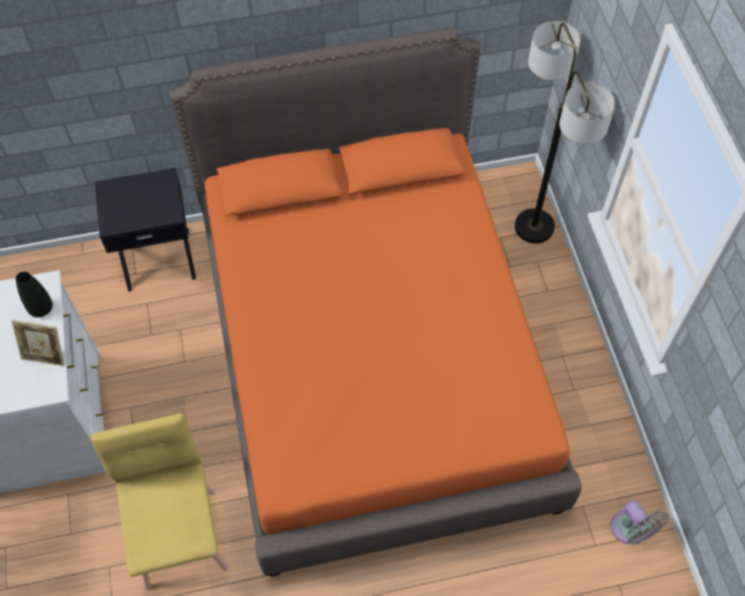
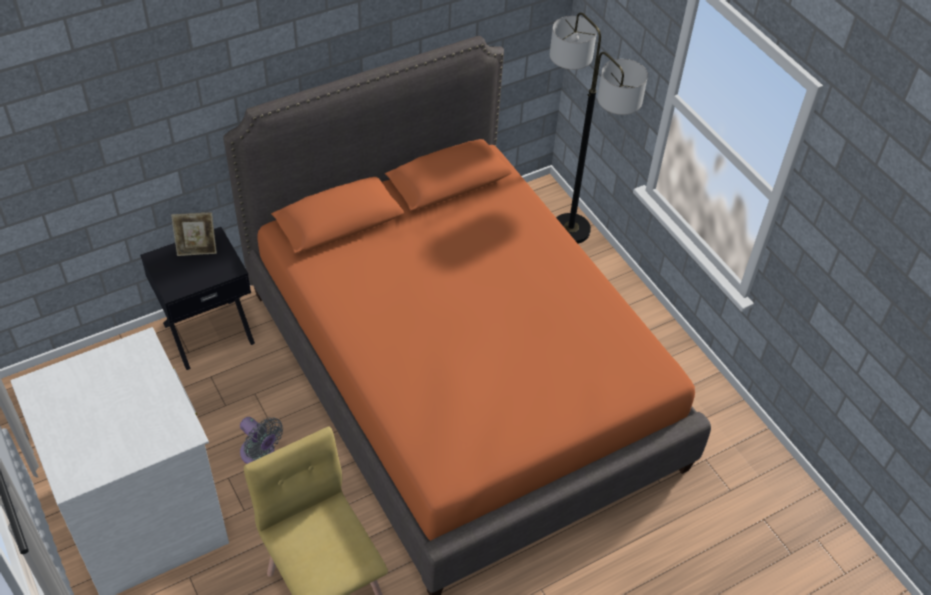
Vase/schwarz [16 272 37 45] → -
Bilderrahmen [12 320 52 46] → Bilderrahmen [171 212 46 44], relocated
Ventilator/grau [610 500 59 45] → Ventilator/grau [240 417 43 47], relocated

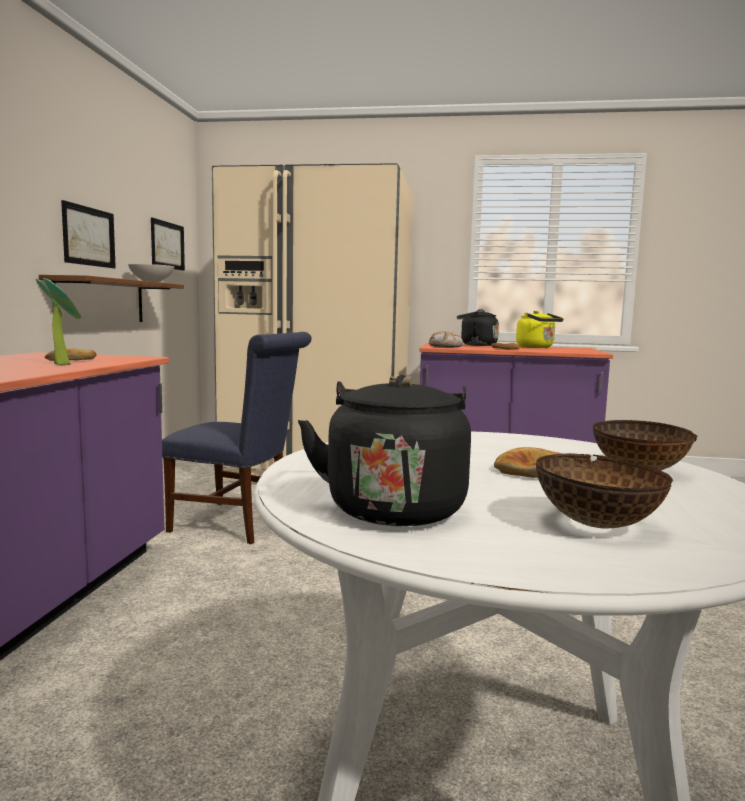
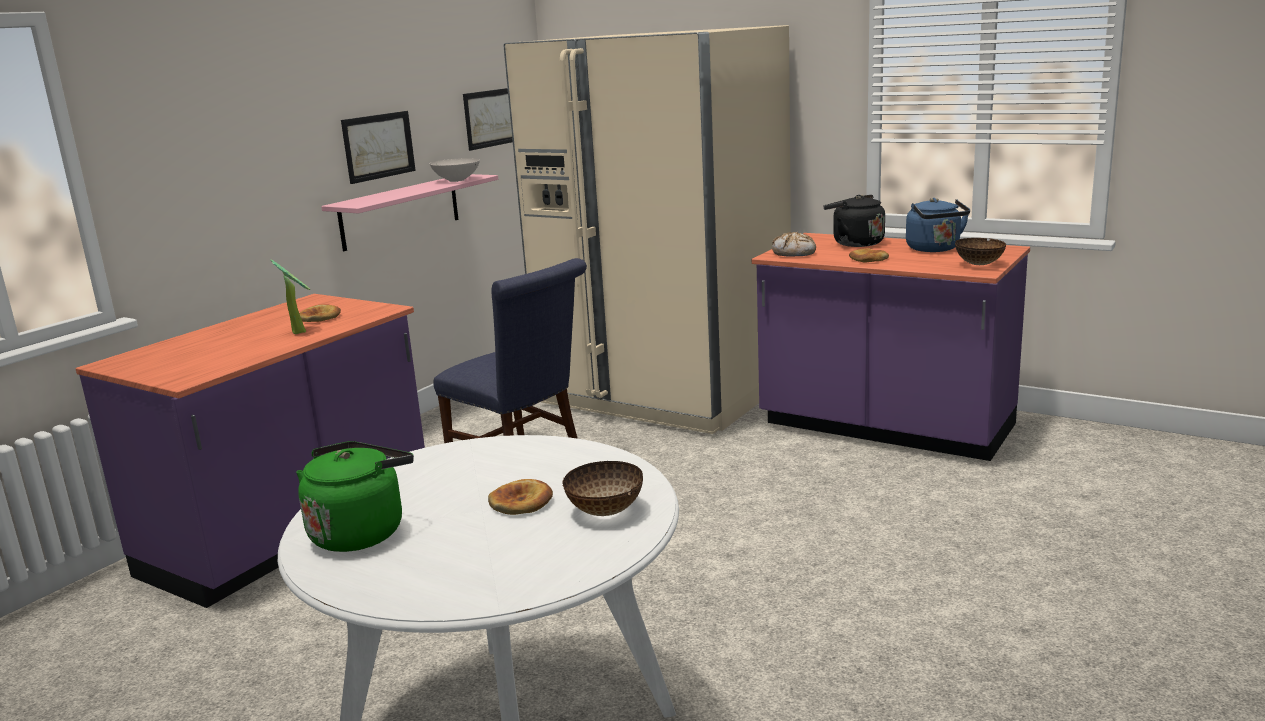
Schüssel [536 453 137 75] → Schüssel [955 238 51 27], relocated
Wandregal/braun [39 275 145 47] → Wandregal/rosa [321 174 177 77]
Wasserkessel/schwarz [298 375 173 151] → Wasserkessel/grün [296 441 118 111]
Wasserkessel/gelb [516 311 48 37] → Wasserkessel/blau [906 198 64 54]

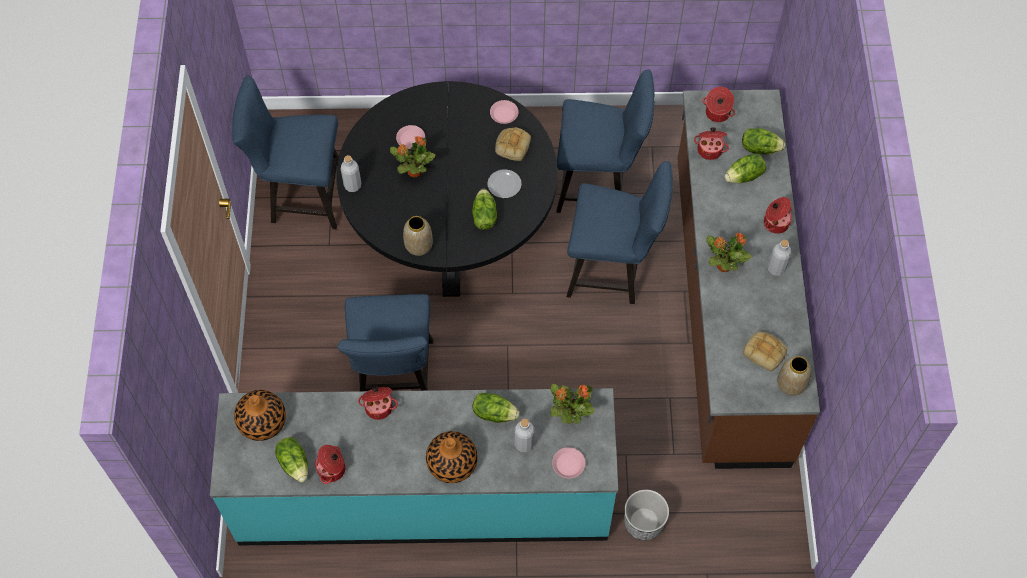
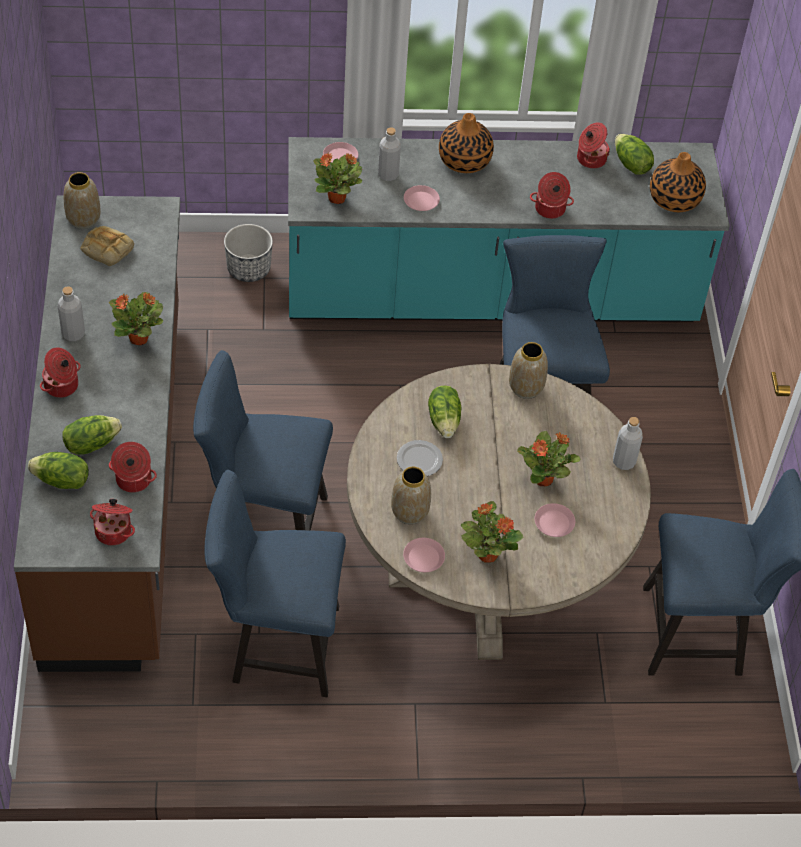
- → Topfpflanze [461 501 62 62]
Salatkopf [473 393 47 30] → Teller/rosa [404 185 36 26]
Brot [495 127 36 34] → Vase [391 467 40 57]
Esstisch/schwarz [336 81 222 216] → Esstisch/beige [347 364 304 296]

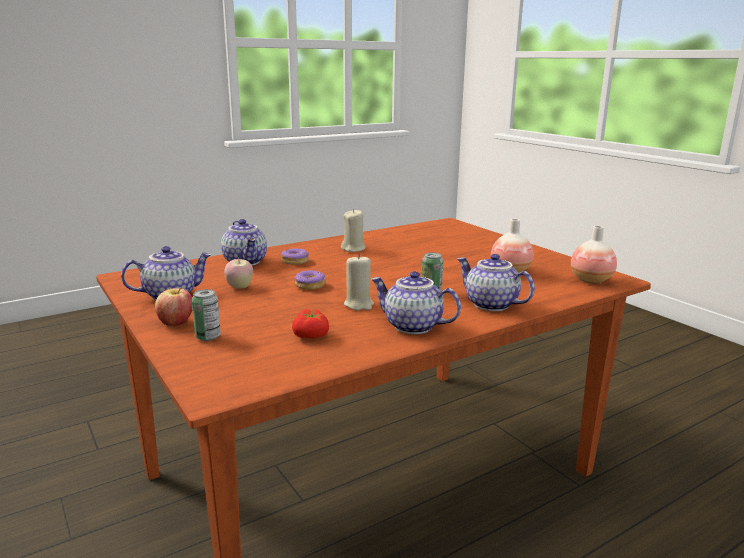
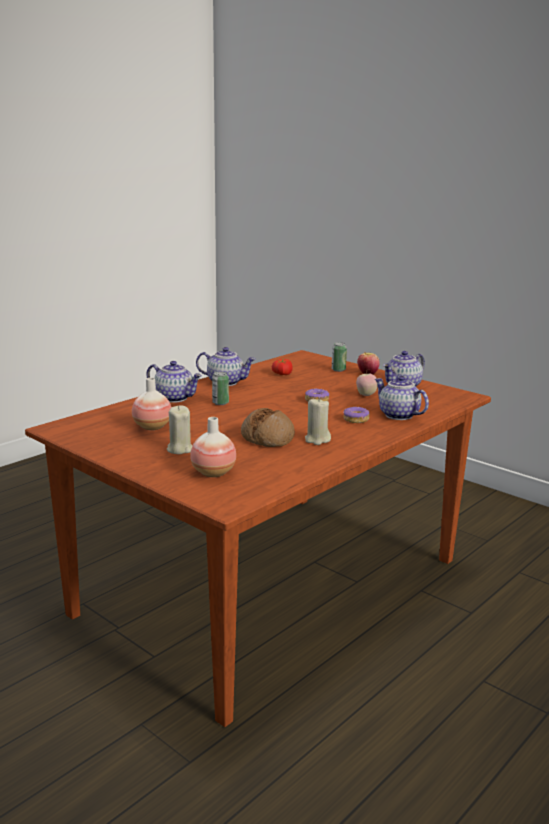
- → Brot [241 408 54 39]
Kerze/beige [344 254 30 56] → Kerze/beige [167 406 25 48], relocated
Vase [571 226 46 58] → Vase [190 417 46 60], relocated

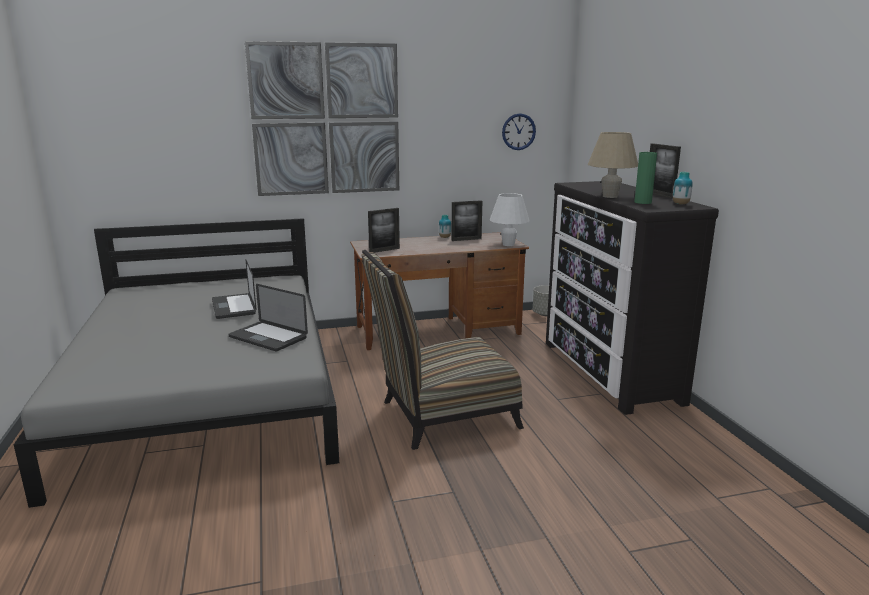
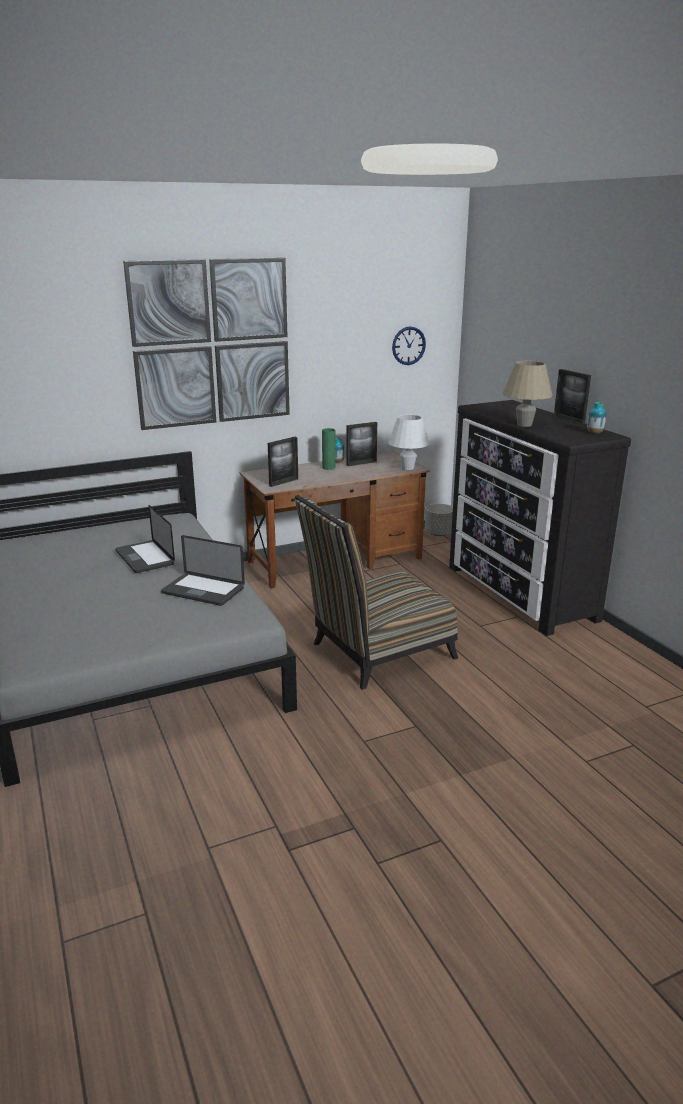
Vase/grün [634 152 23 52] → Vase/grün [322 428 14 42], relocated

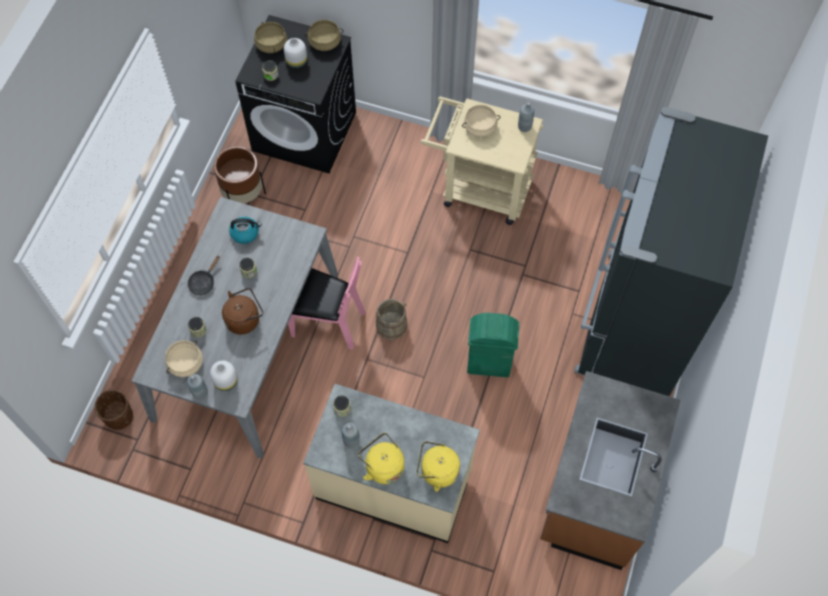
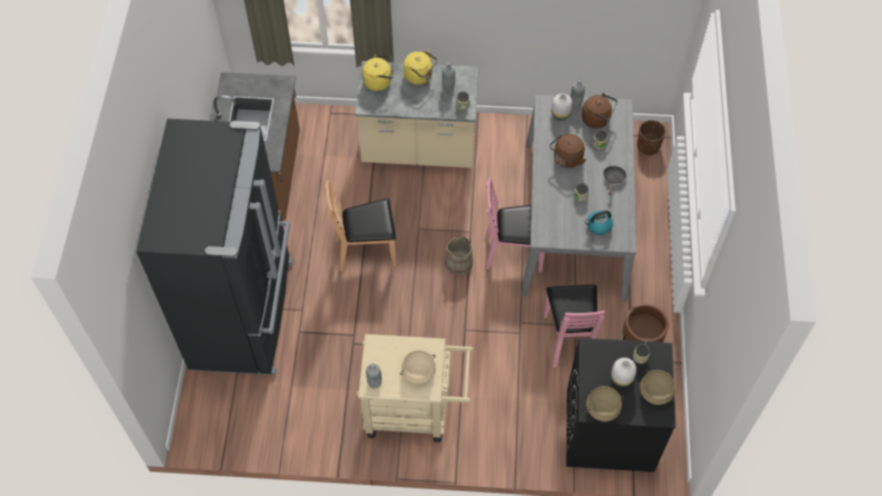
- → Stuhl/rosa [544 285 61 83]
Kochtopf/beige [165 340 38 37] → Wasserkessel/braun [582 93 35 36]
Mülleimer/grün [467 313 52 64] → Stuhl/braun [325 180 71 91]

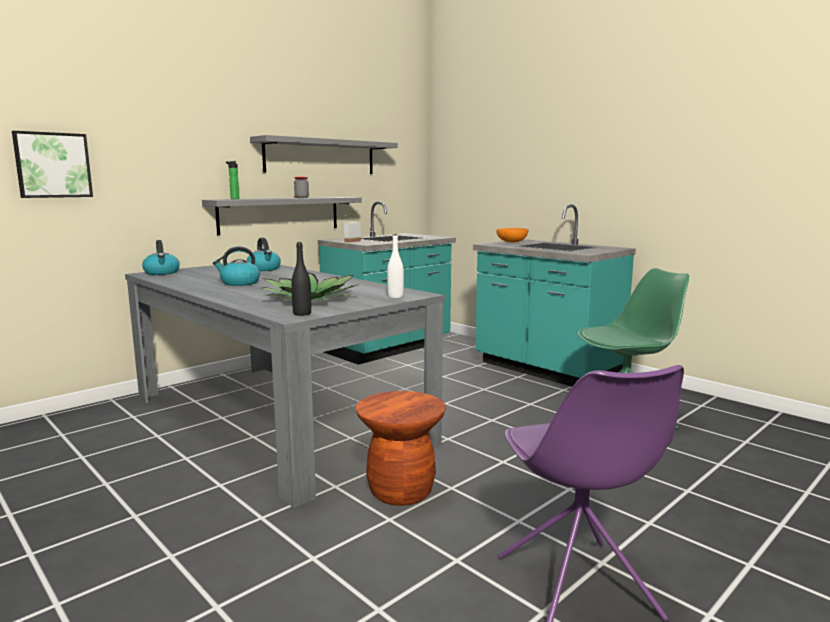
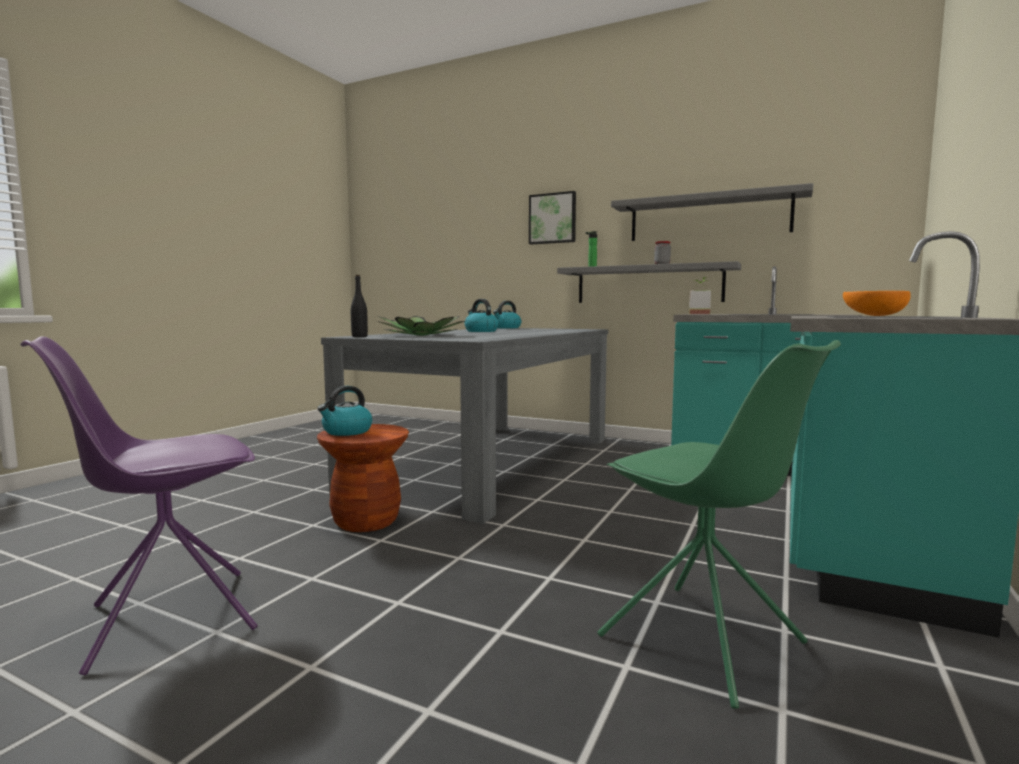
Flasche/weiß [387 234 17 64] → -
Bild [12 131 81 67] → Bild [529 191 47 54], relocated
Wasserkessel [247 238 34 33] → Wasserkessel [317 386 55 50], relocated

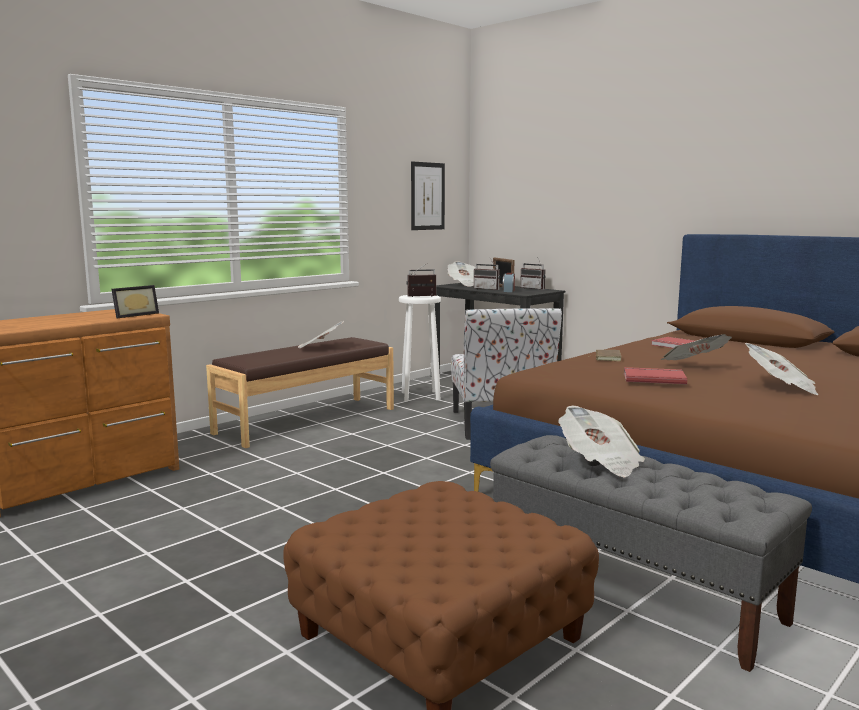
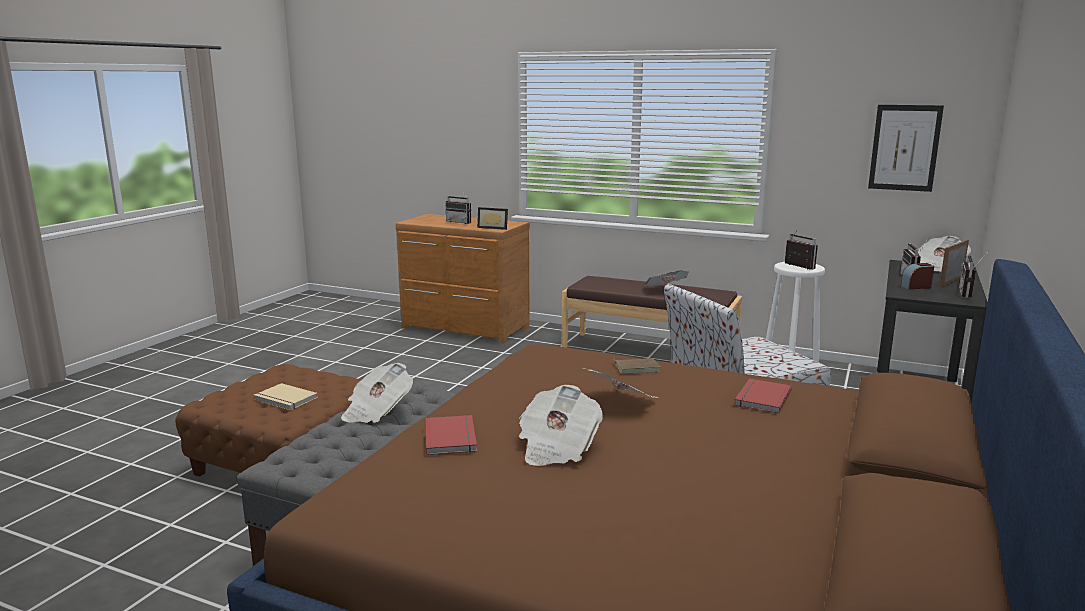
- → Buch/beige [254 383 64 27]
- → Radio [445 190 26 34]
Buch/rot [624 367 63 17] → Buch/rot [425 415 52 40], relocated

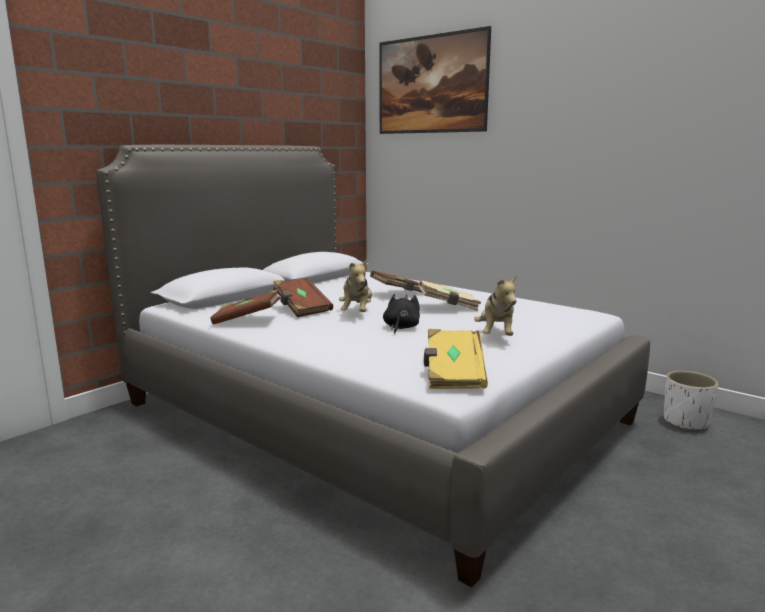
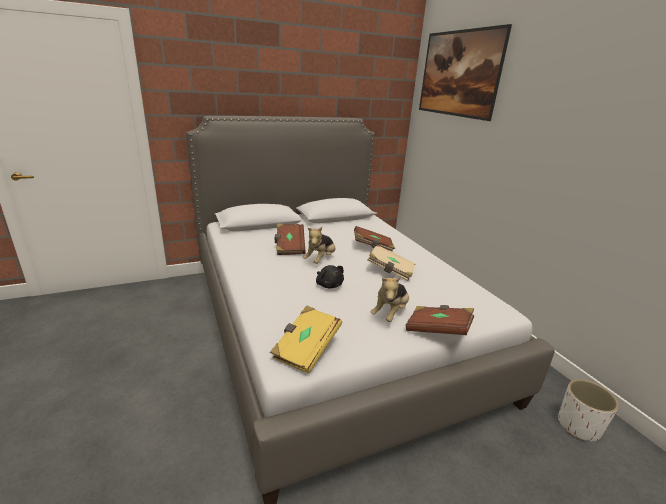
Buch/braun [210 289 70 36] → Buch/braun [406 305 68 30], relocated
Plüschtier/schwarz [383 294 37 39] → Plüschtier/schwarz [316 265 28 23], 105 degrees clockwise

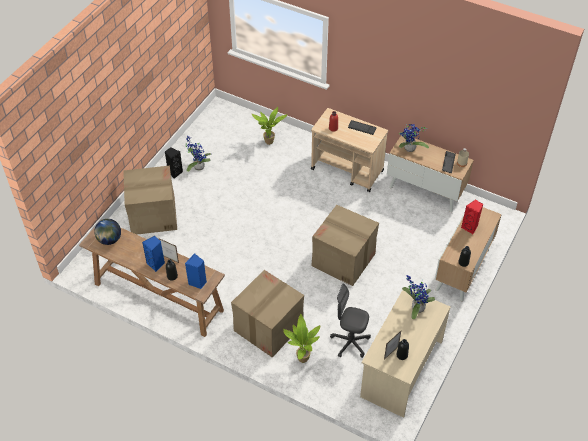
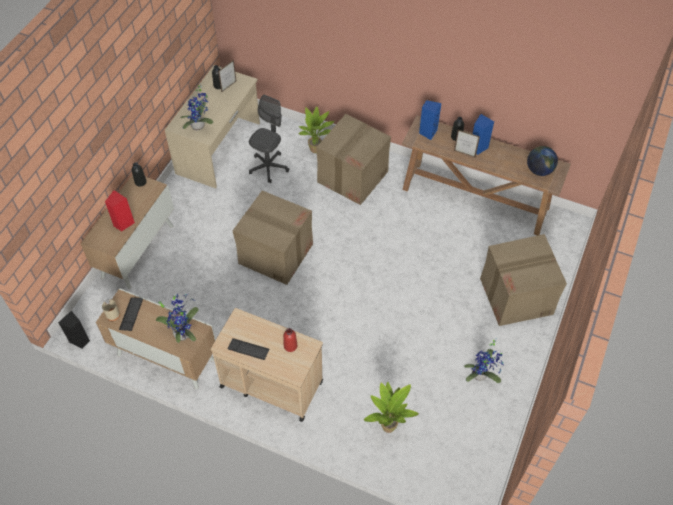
Lautsprecher/schwarz [165 147 18 32] → Lautsprecher/schwarz [58 311 32 38], relocated
Bürostuhl/grau [330 284 41 74] → Bürostuhl/grau [249 95 40 88], 75 degrees counterclockwise

